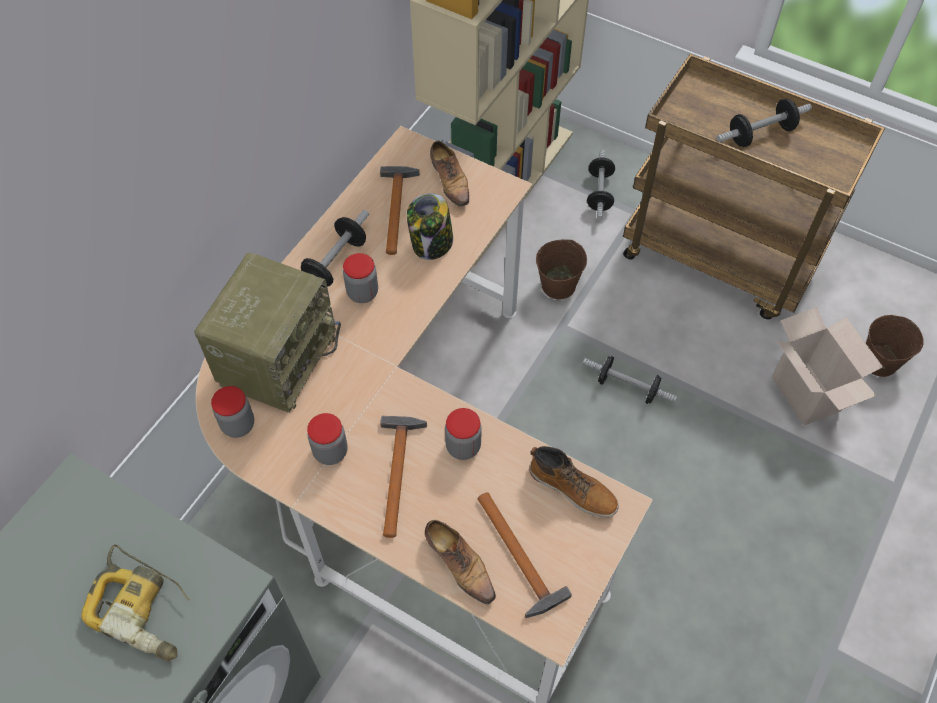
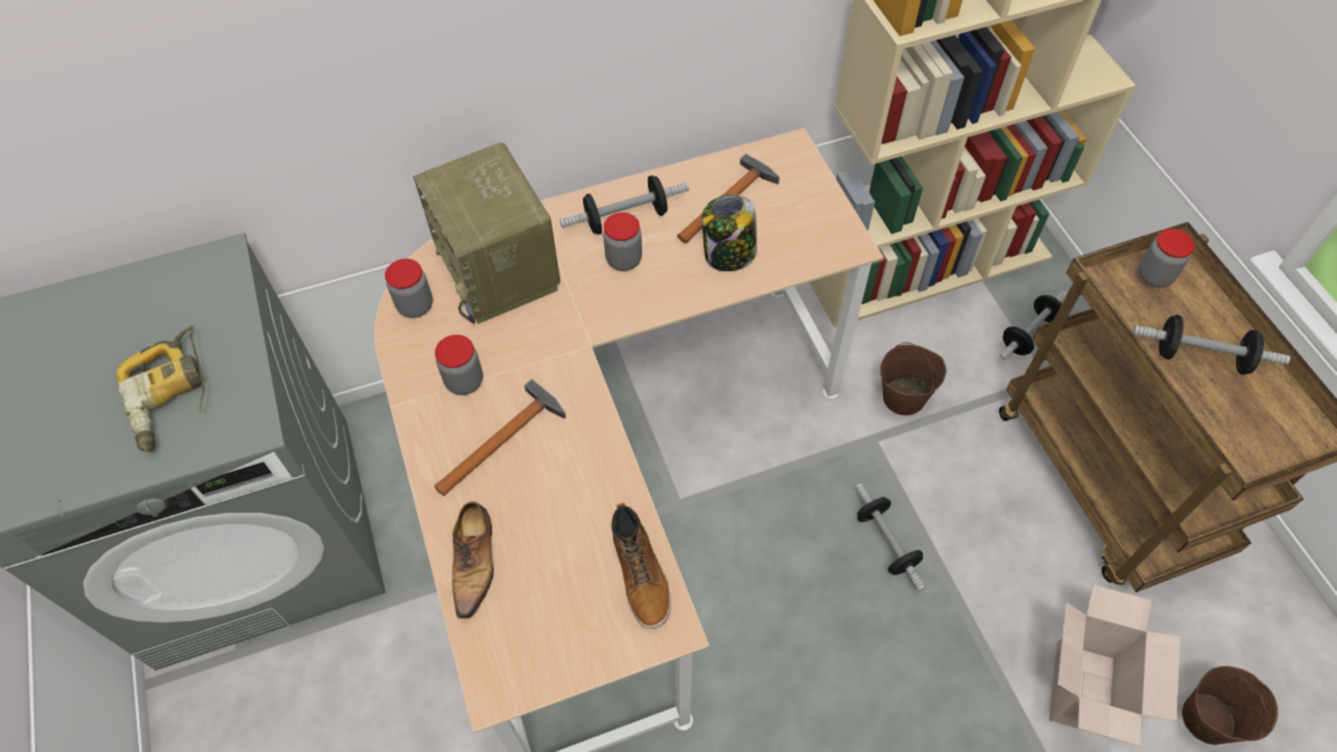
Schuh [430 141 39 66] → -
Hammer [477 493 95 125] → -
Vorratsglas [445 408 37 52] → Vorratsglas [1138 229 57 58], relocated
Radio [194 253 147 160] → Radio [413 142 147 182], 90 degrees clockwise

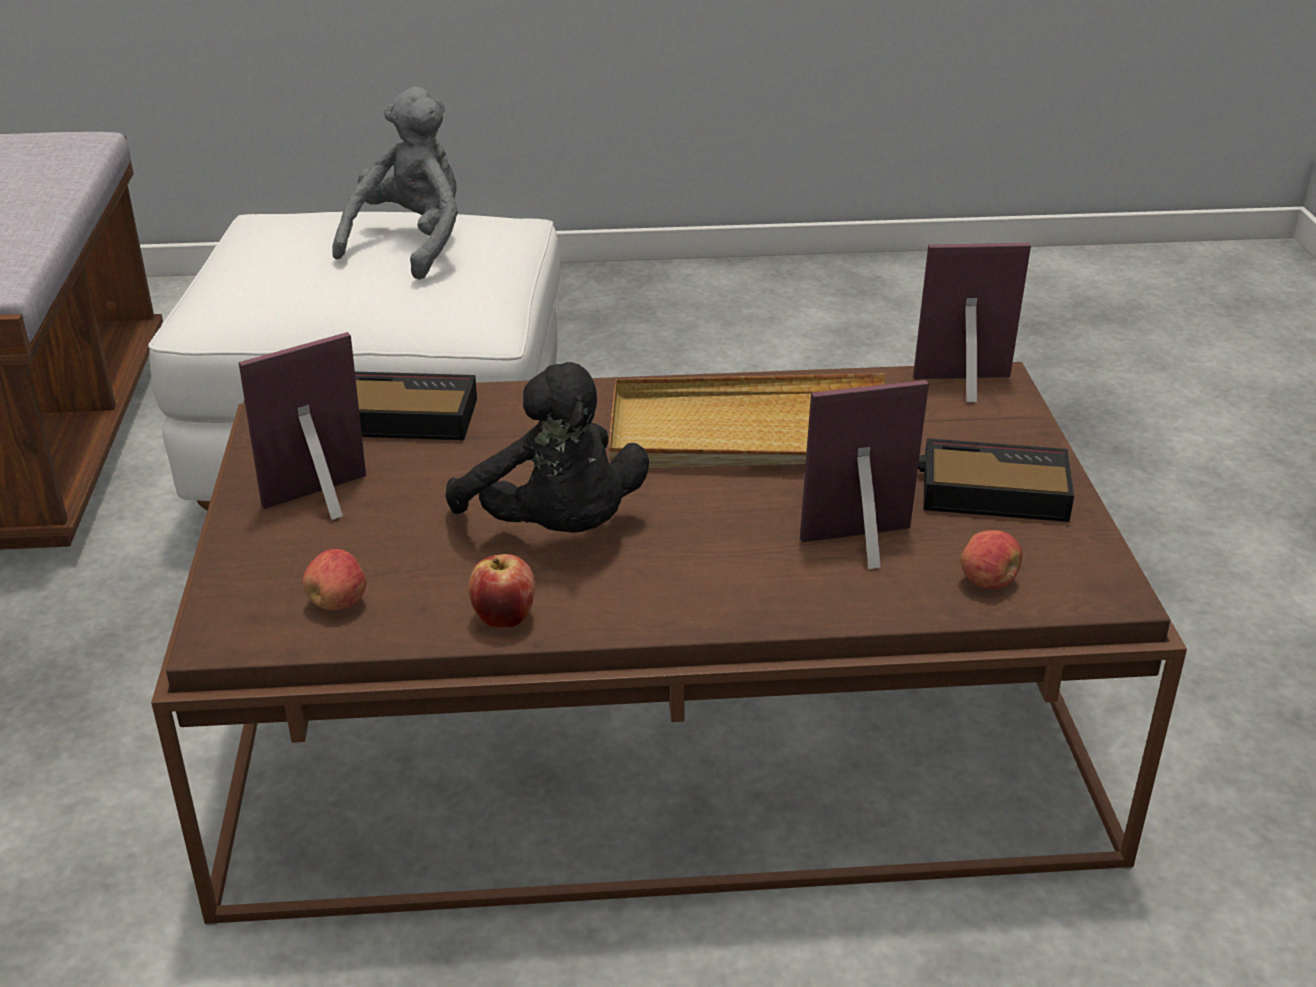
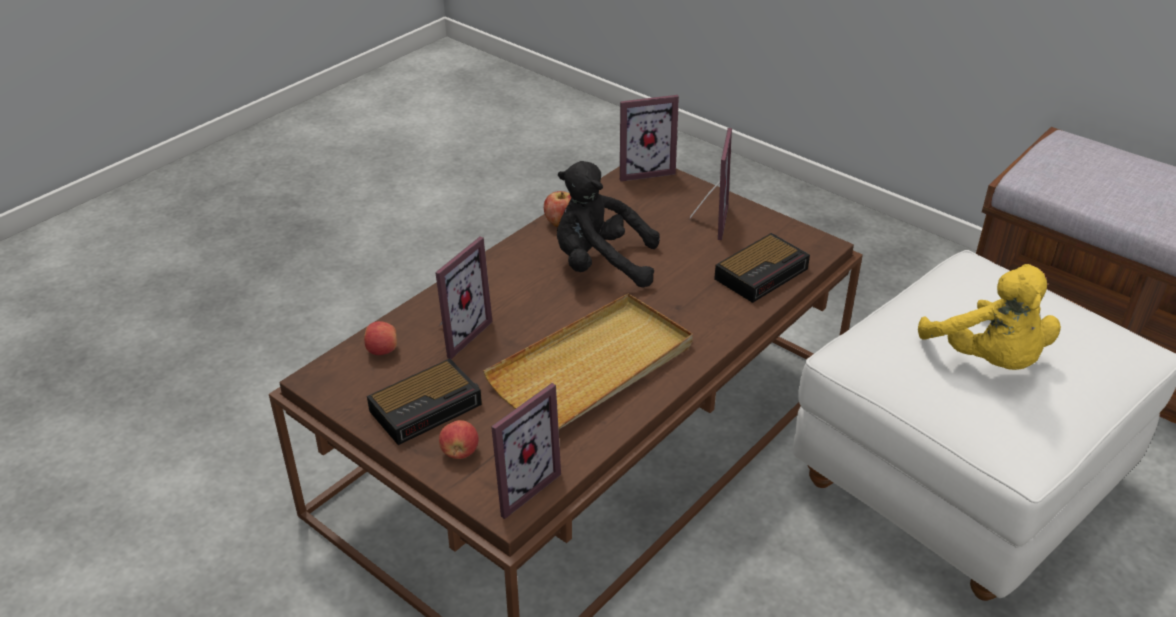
- → Bilderrahmen [620 95 59 86]
Apfel [303 549 63 61] → Apfel [439 420 40 39], relocated
Plüschtier/grau [333 87 125 193] → Plüschtier/gelb [918 264 143 106]

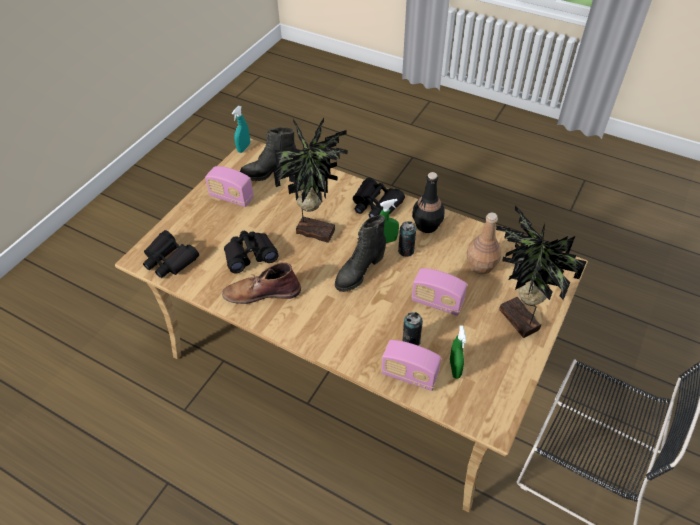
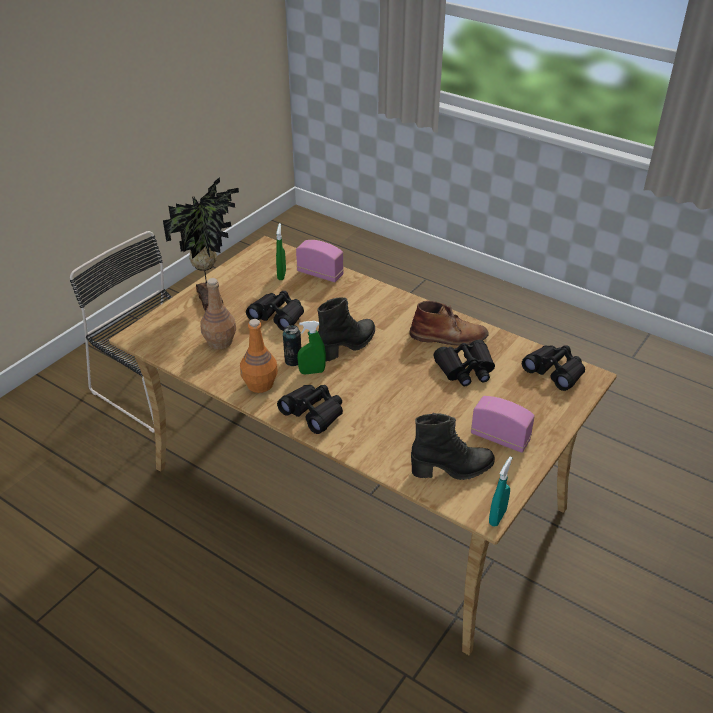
Topfpflanze [273 118 75 125] → -
Dose [403 312 20 34] → -
Radio [412 268 55 48] → Fernglas/schwarz [246 291 58 40]
Flasche/schwarz [412 172 33 61] → Flasche/orange [240 319 38 74]

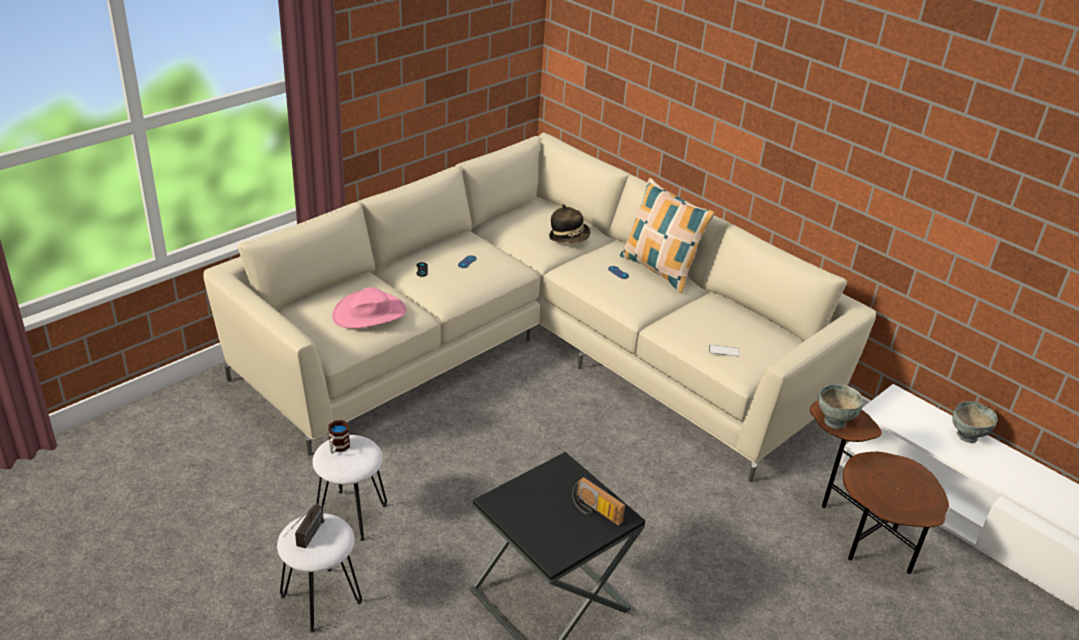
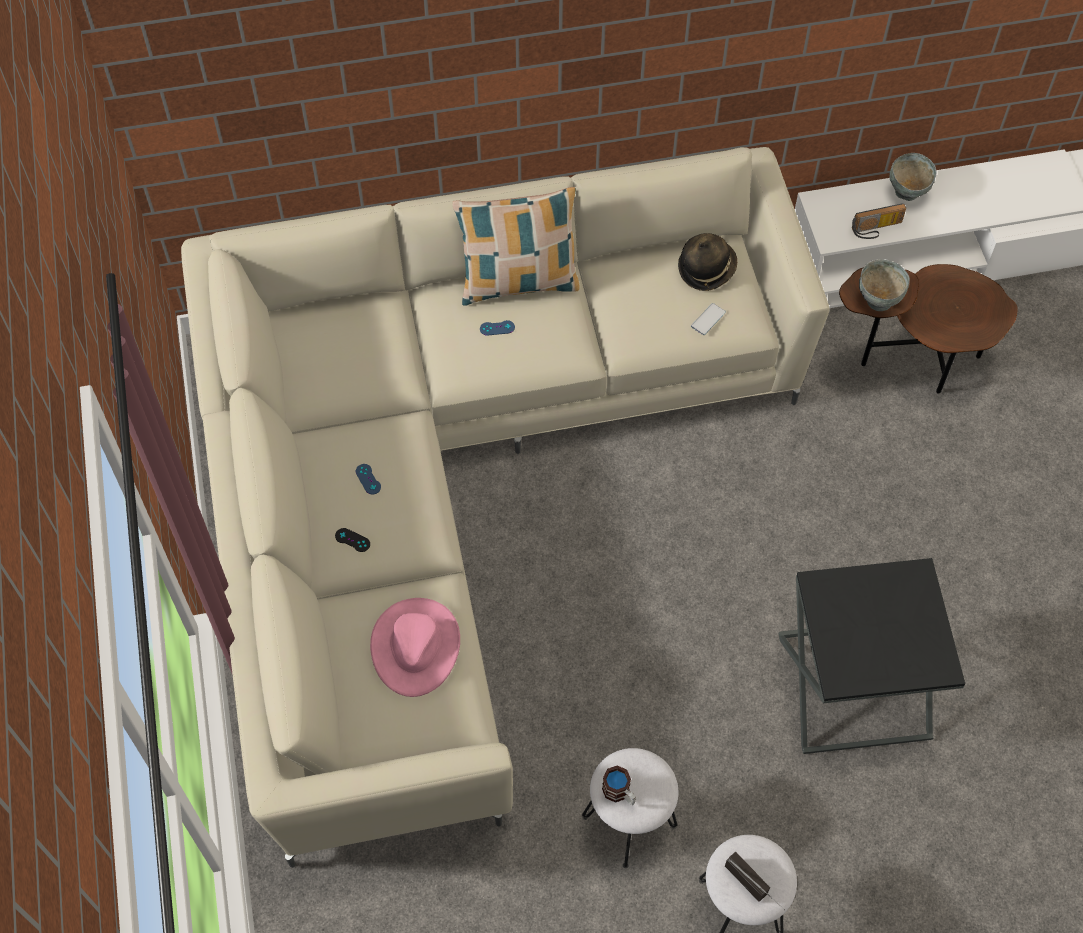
Hut [549 204 42 40] → Hut [678 233 59 58], relocated
Radio [572 477 53 48] → Radio [852 204 54 35], relocated

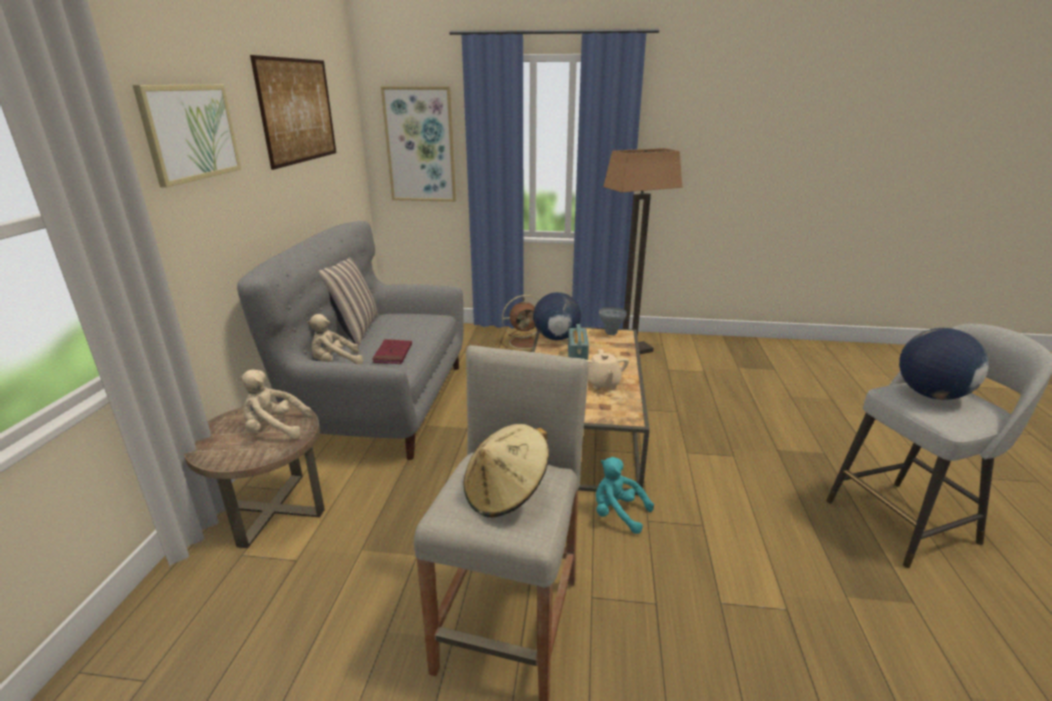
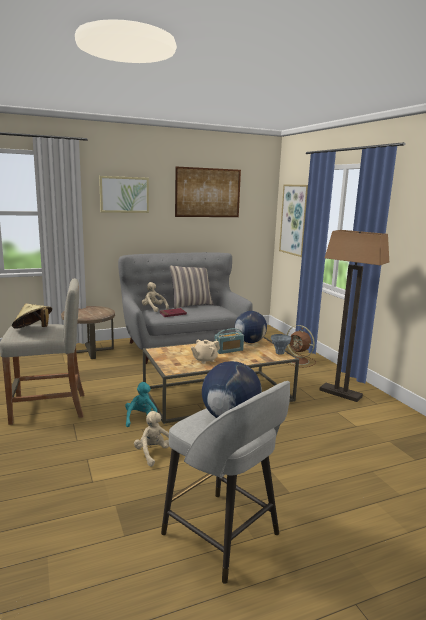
Plüschtier/beige [239 369 73 70] → Plüschtier/beige [134 411 35 56], relocated

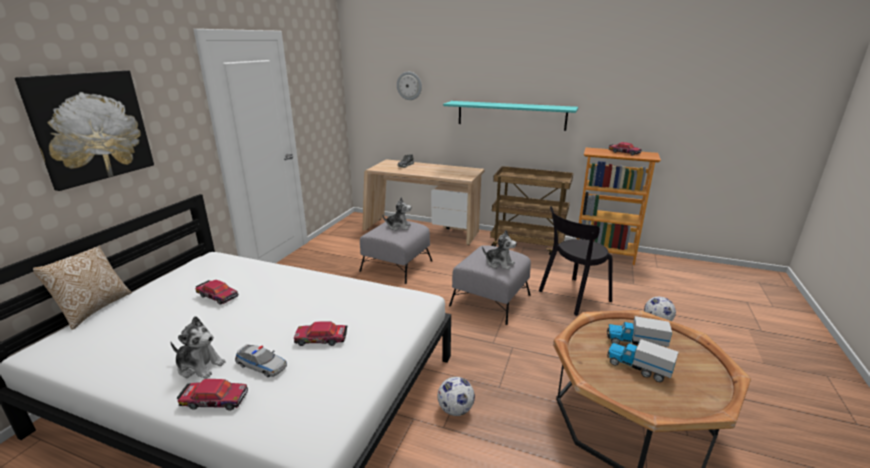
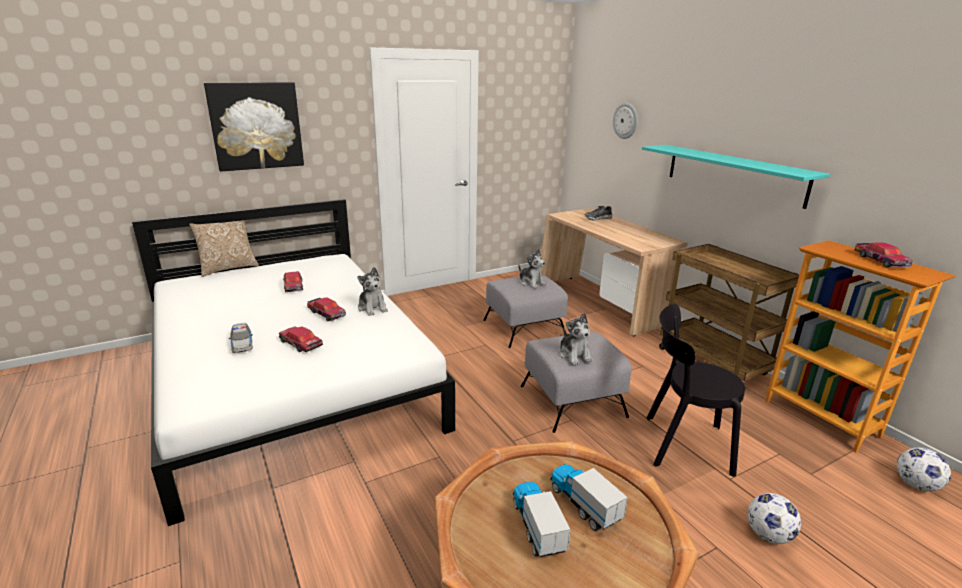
Plüschtier [170 316 56 63] → Plüschtier [357 267 31 49], relocated
Spielzeugauto [177 379 71 32] → Spielzeugauto [307 297 39 24], relocated
Fußball [437 377 38 39] → Fußball [897 447 54 44], relocated

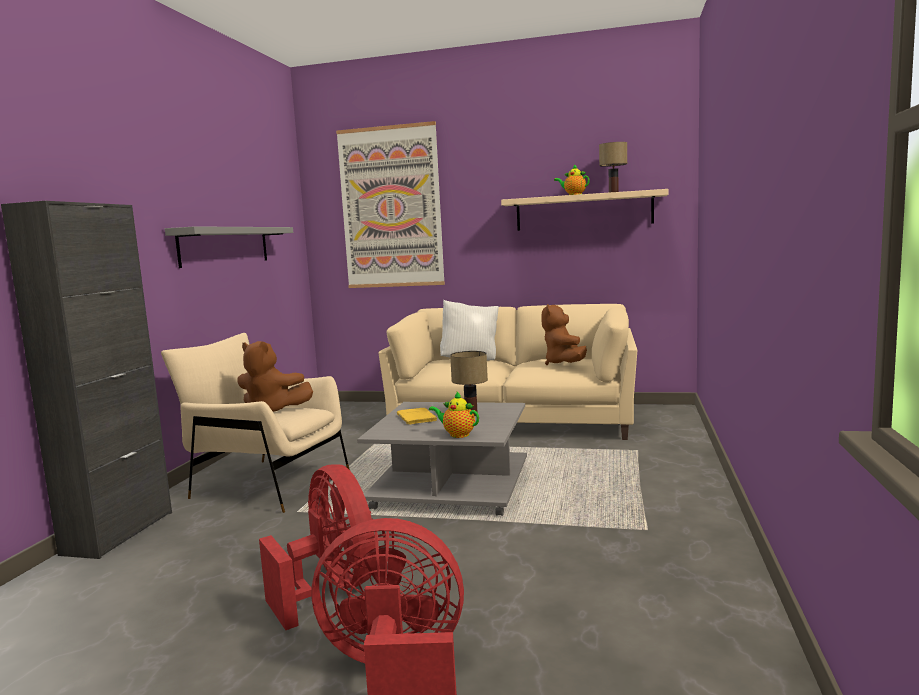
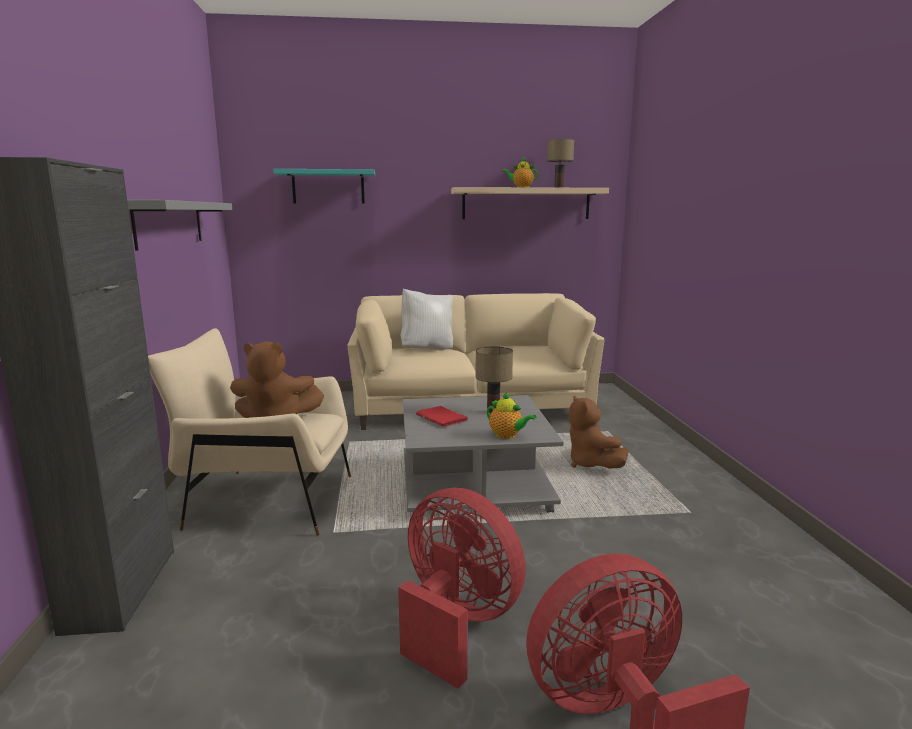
Plüschtier/braun [541 304 46 61] → Plüschtier/braun [568 395 61 74], relocated
Bild [336 121 109 167] → Wandregal/türkis [273 169 102 35]
Buch/gelb [397 408 40 17] → Buch/rot [416 406 53 21]
Teekanne [429 391 50 47] → Teekanne [487 392 50 47], 150 degrees counterclockwise

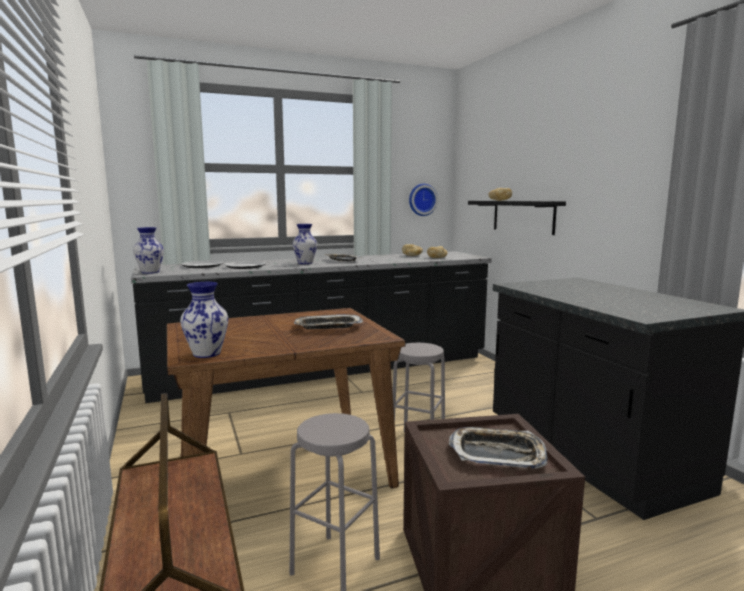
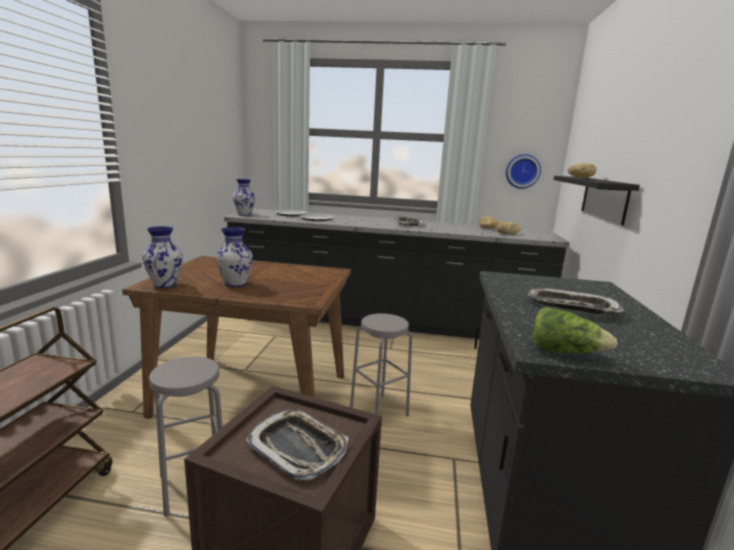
- → Salatkopf [532 307 86 47]
Vase [292 224 25 40] → Vase [215 227 38 60], relocated
Tablett [293 314 70 15] → Tablett [528 288 96 26], relocated

